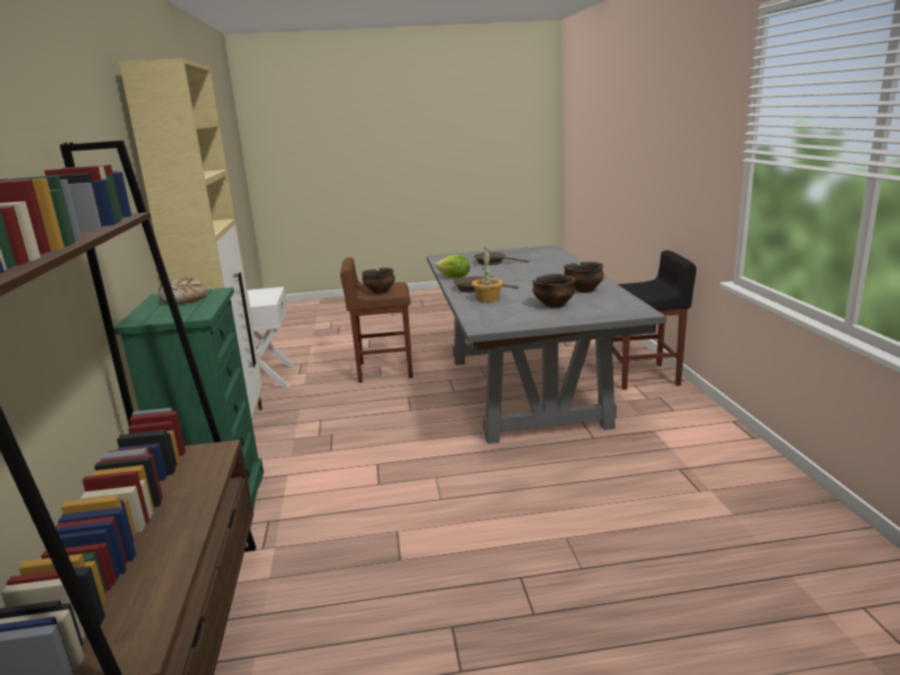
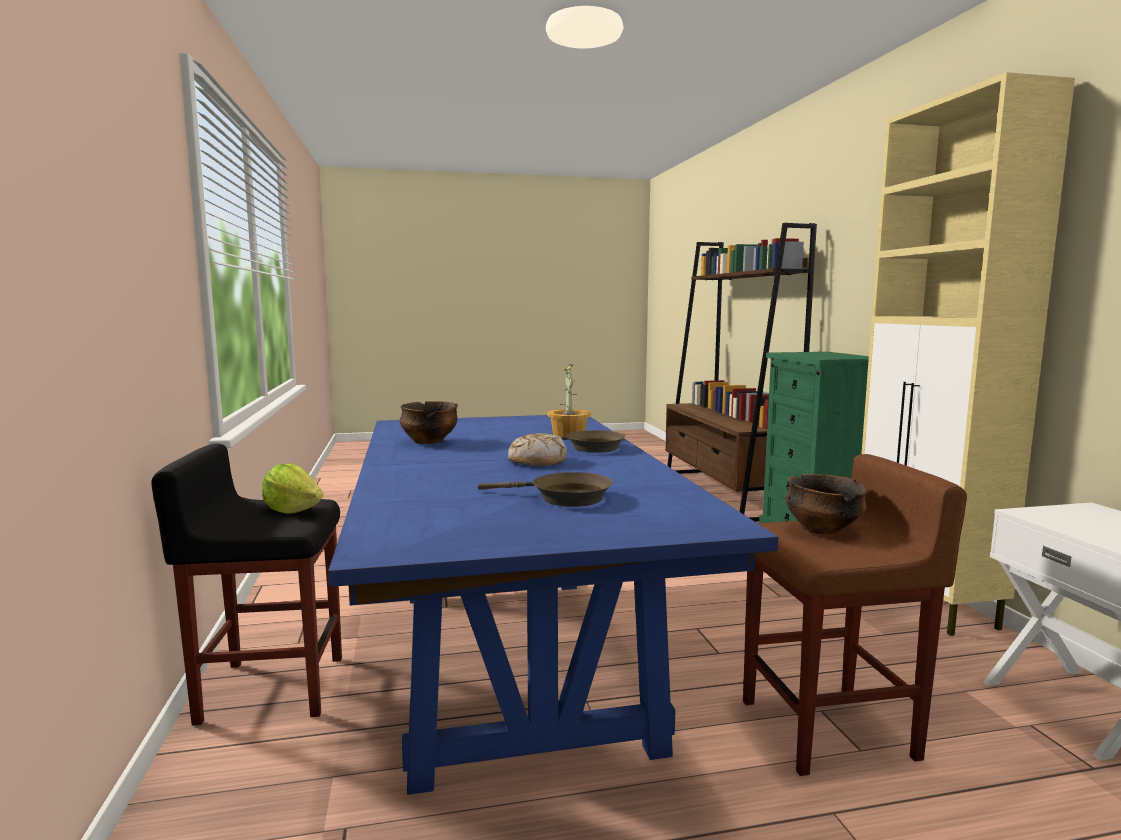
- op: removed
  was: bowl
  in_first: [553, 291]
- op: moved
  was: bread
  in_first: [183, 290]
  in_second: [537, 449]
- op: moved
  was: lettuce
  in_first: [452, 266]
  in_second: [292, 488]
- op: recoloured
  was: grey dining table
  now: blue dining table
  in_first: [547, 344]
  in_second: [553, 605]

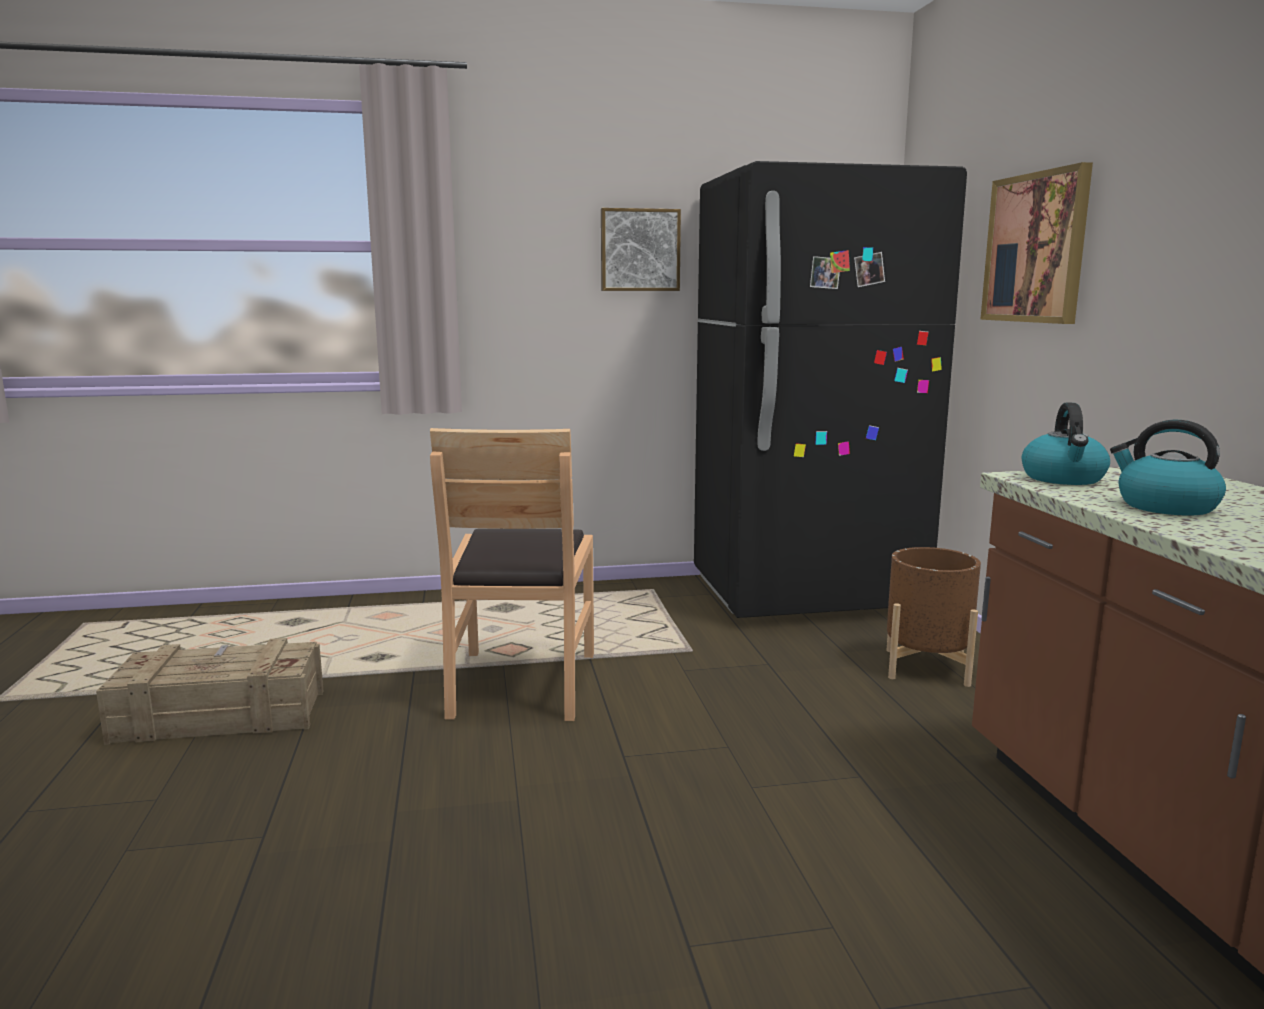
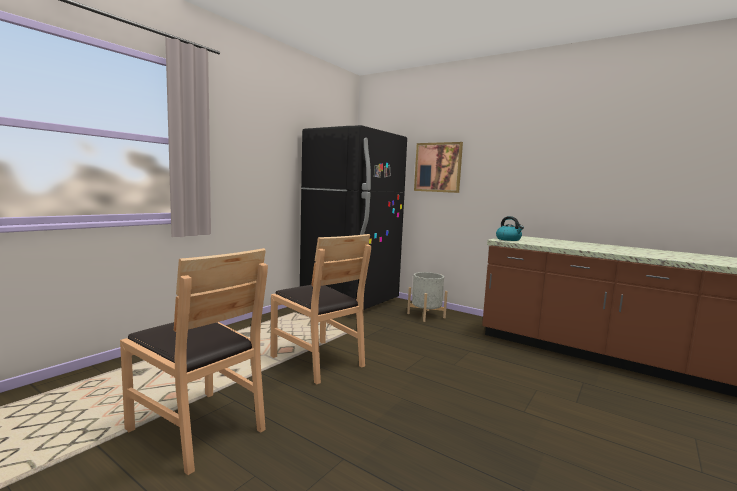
- op: removed
  was: picture
  in_first: [641, 249]
- op: removed
  was: kettle
  in_first: [1168, 468]
- op: replaced
  was: crate
  now: brown chair
  in_first: [209, 691]
  in_second: [194, 361]
- op: recoloured
  was: brown planter
  now: grey planter
  in_first: [933, 617]
  in_second: [427, 297]

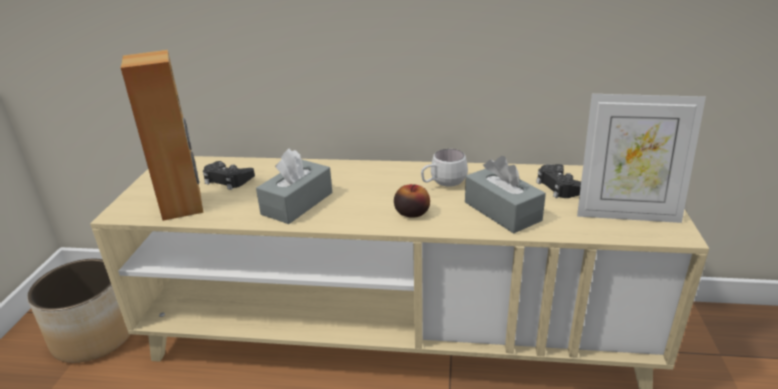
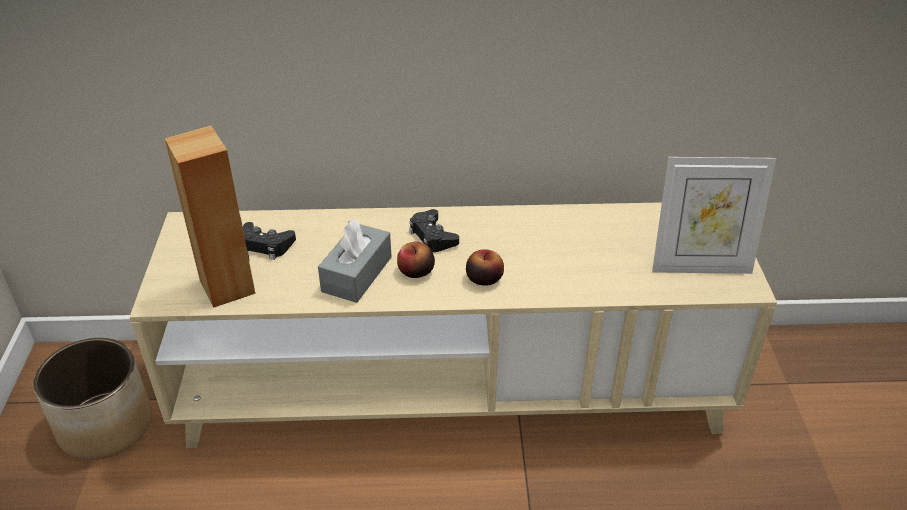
- op: removed
  was: white mug
  in_first: [444, 168]
- op: removed
  was: grey tissue box
  in_first: [505, 194]
- op: added
  now: apple
  in_second: [416, 260]
- op: moved
  was: black game controller
  in_first: [558, 181]
  in_second: [434, 230]

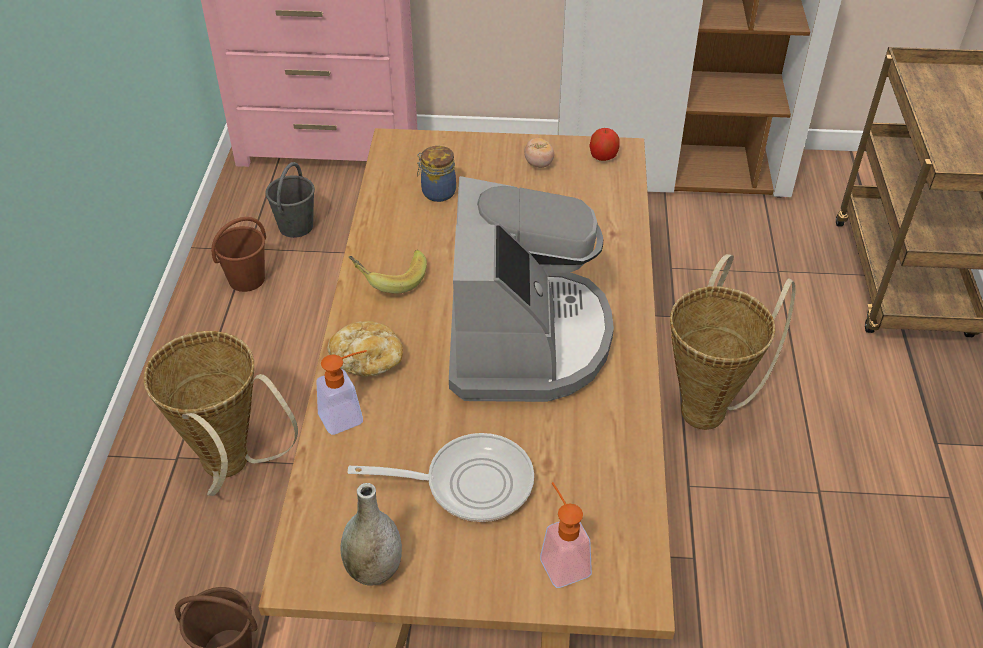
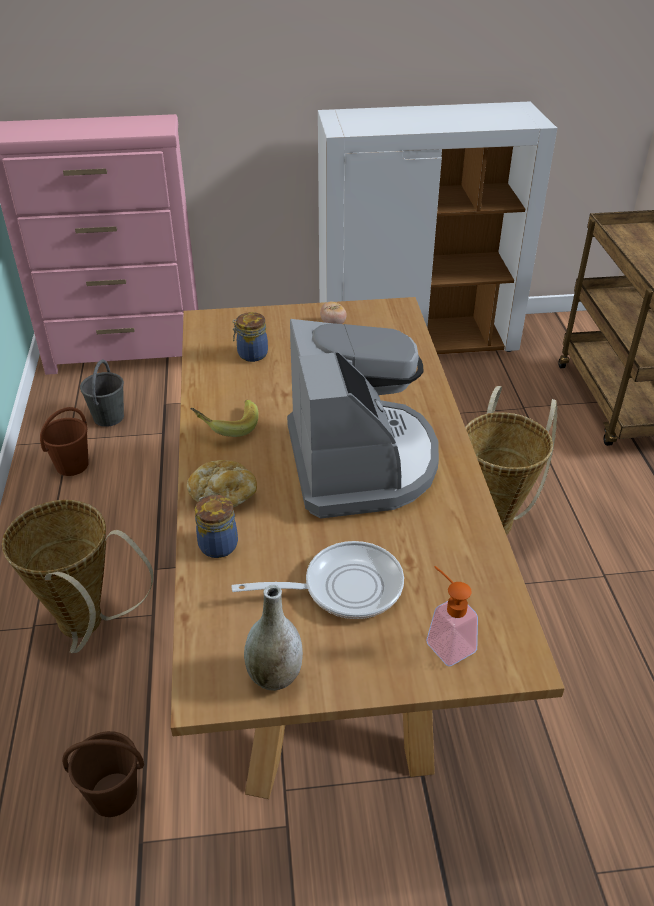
- op: removed
  was: apple
  in_first: [604, 144]
- op: replaced
  was: soap dispenser
  now: jar
  in_first: [342, 392]
  in_second: [216, 526]

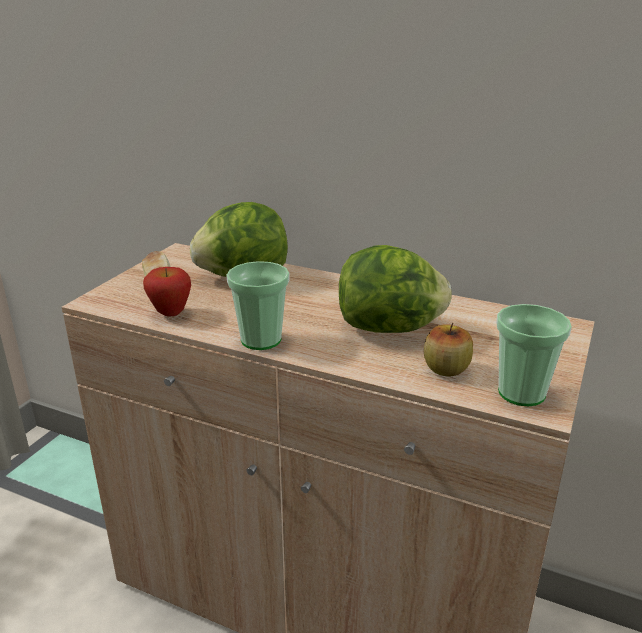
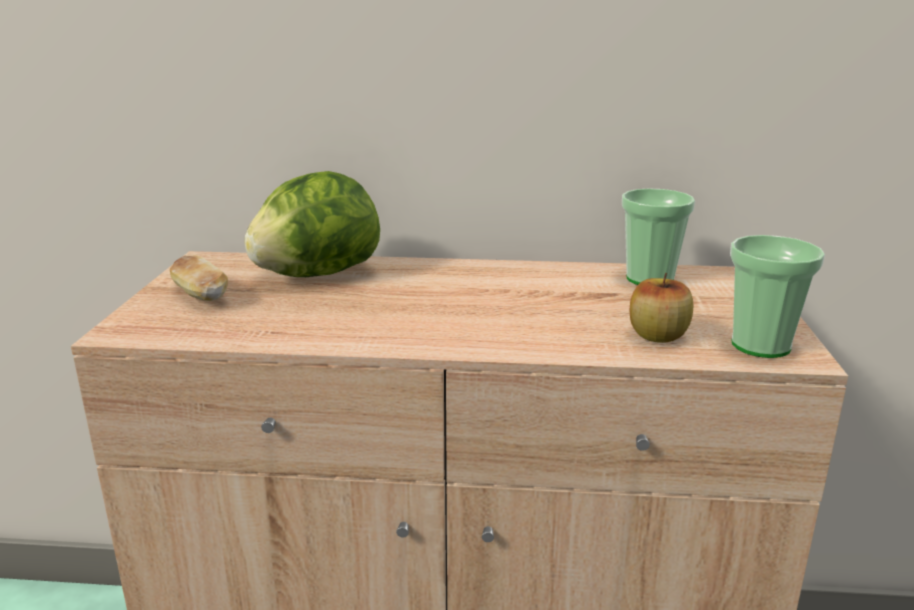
- op: removed
  was: apple
  in_first: [167, 292]
- op: removed
  was: lettuce
  in_first: [395, 289]
- op: moved
  was: cup
  in_first: [257, 305]
  in_second: [658, 237]

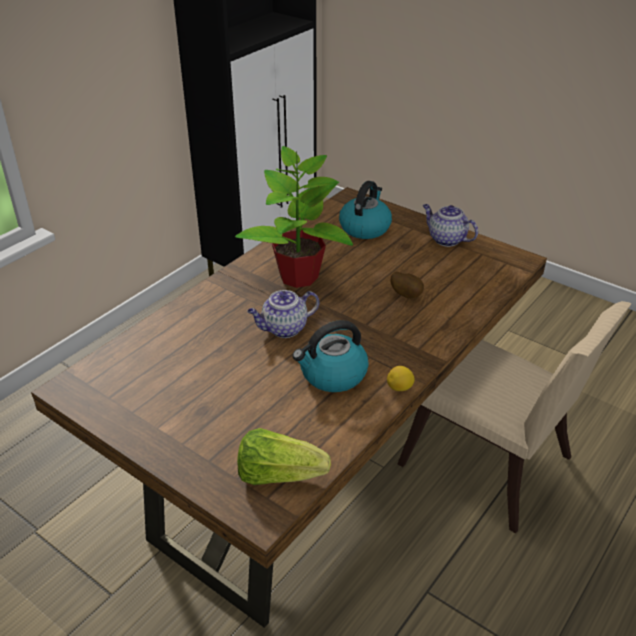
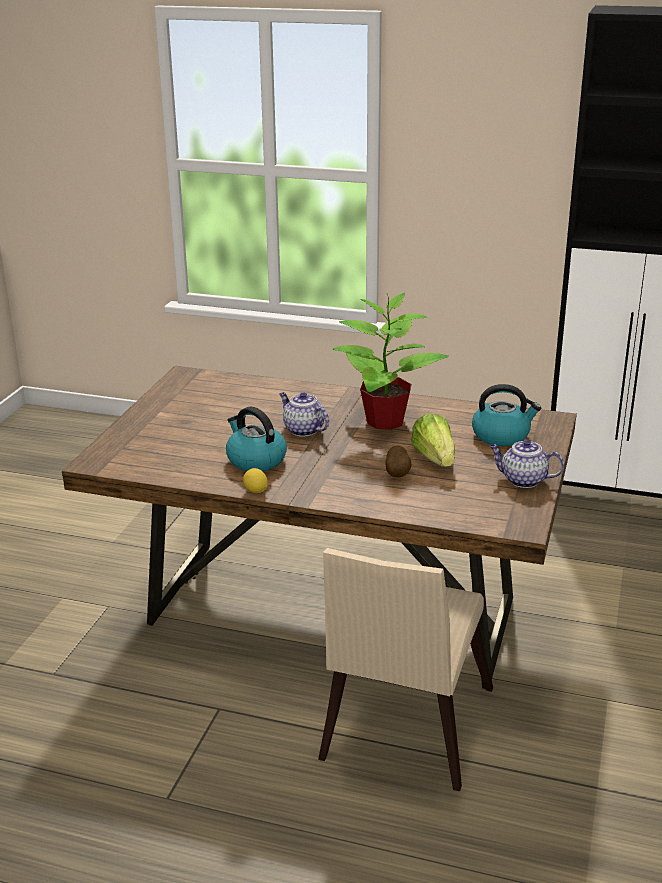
- op: moved
  was: lettuce
  in_first: [284, 456]
  in_second: [433, 440]
- op: turned
  was: teapot
  in_first: [450, 225]
  in_second: [526, 464]
  clockwise: -90

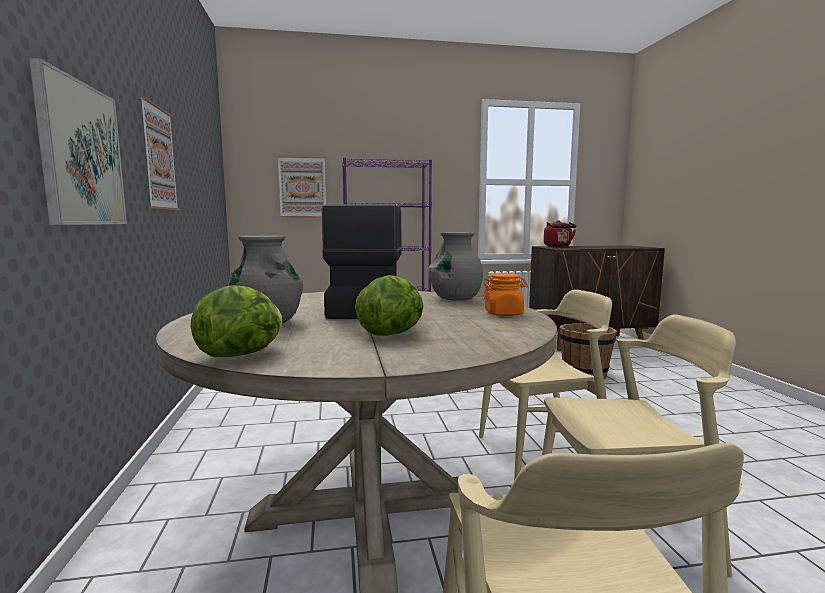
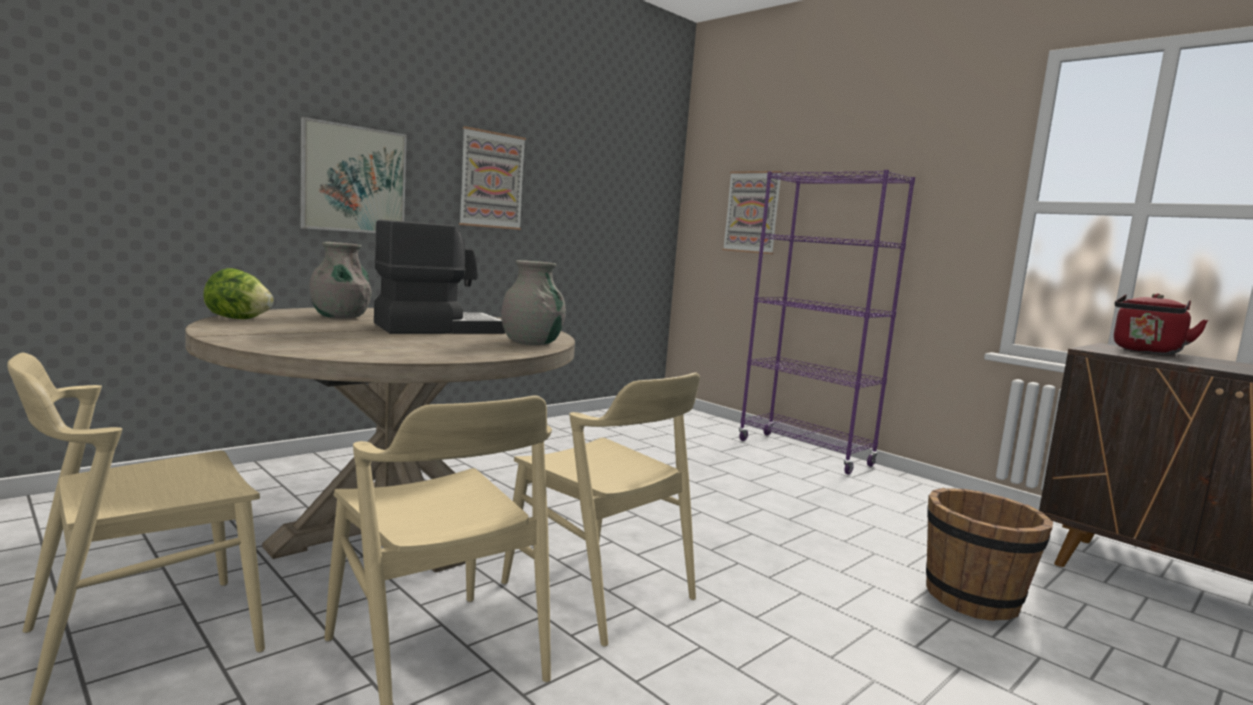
- op: removed
  was: lettuce
  in_first: [389, 305]
- op: removed
  was: orange jar
  in_first: [505, 294]

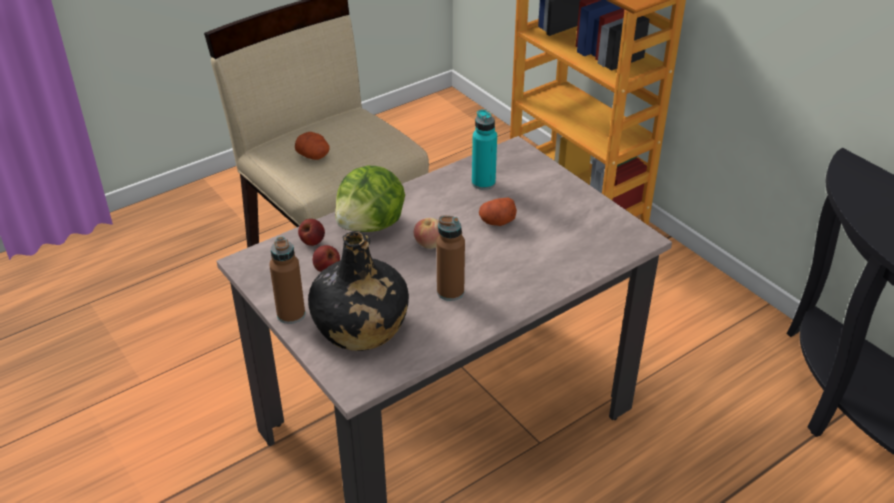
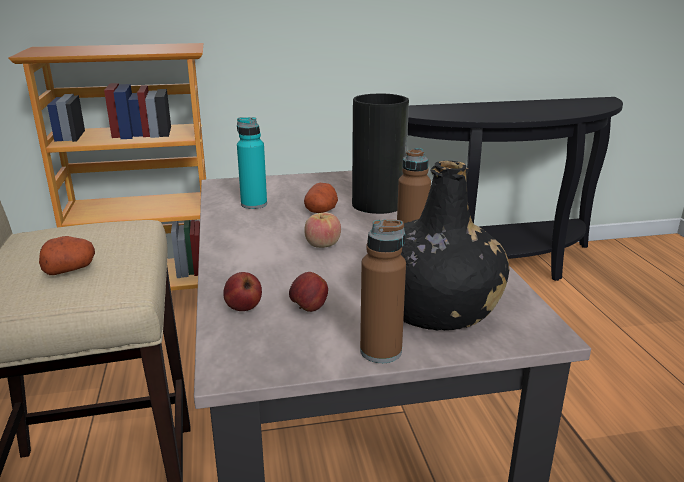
- op: removed
  was: lettuce
  in_first: [370, 199]
- op: added
  now: vase
  in_second: [380, 154]

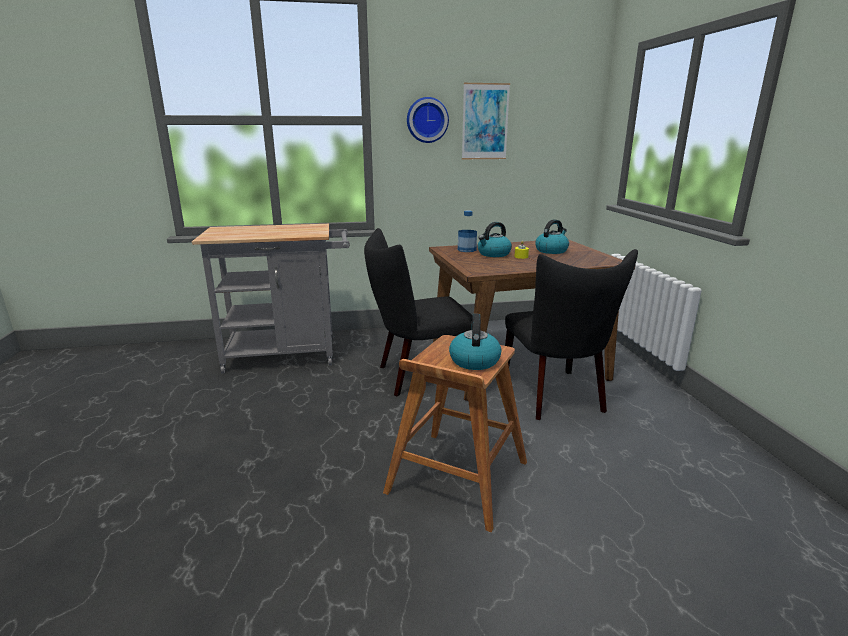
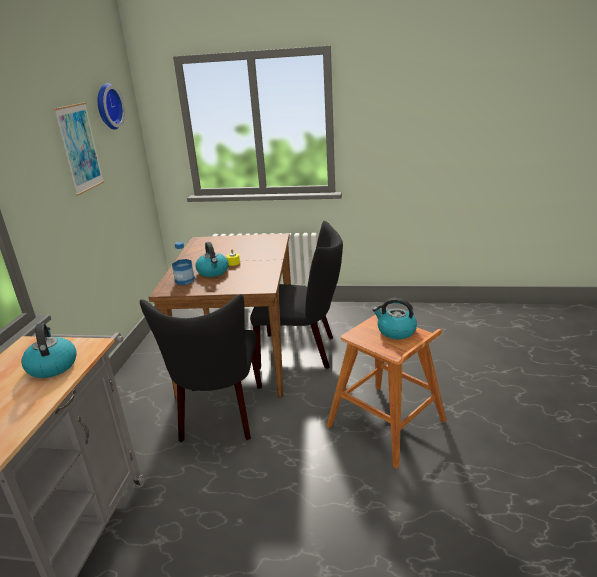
- op: moved
  was: wall clock
  in_first: [428, 120]
  in_second: [111, 106]
- op: moved
  was: kettle
  in_first: [552, 236]
  in_second: [49, 350]

